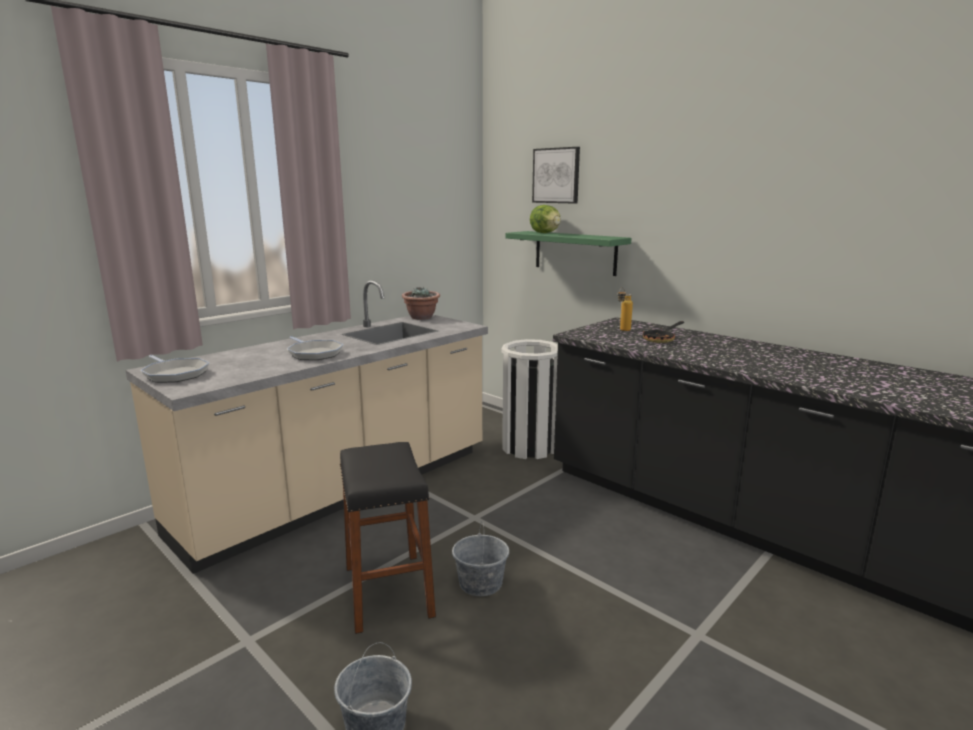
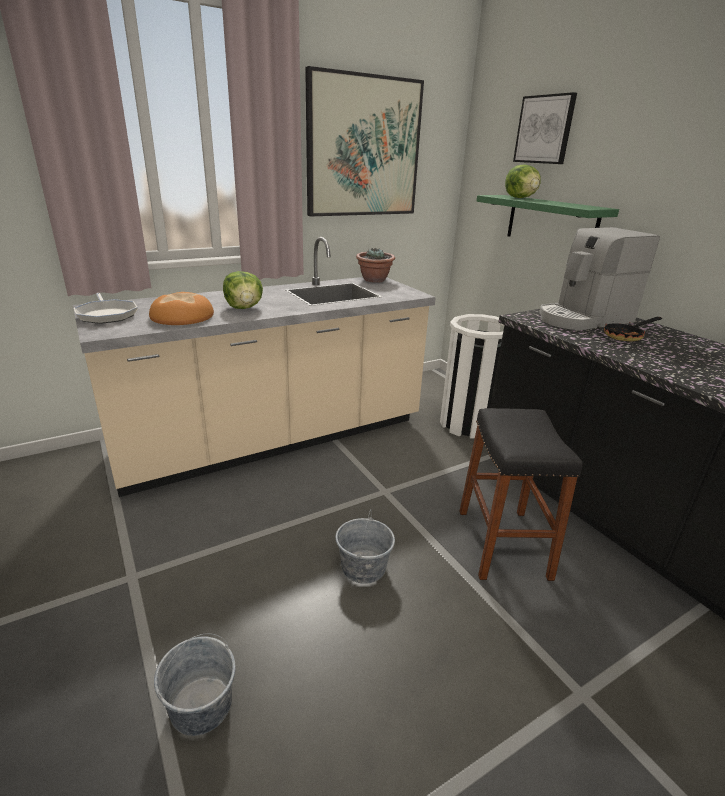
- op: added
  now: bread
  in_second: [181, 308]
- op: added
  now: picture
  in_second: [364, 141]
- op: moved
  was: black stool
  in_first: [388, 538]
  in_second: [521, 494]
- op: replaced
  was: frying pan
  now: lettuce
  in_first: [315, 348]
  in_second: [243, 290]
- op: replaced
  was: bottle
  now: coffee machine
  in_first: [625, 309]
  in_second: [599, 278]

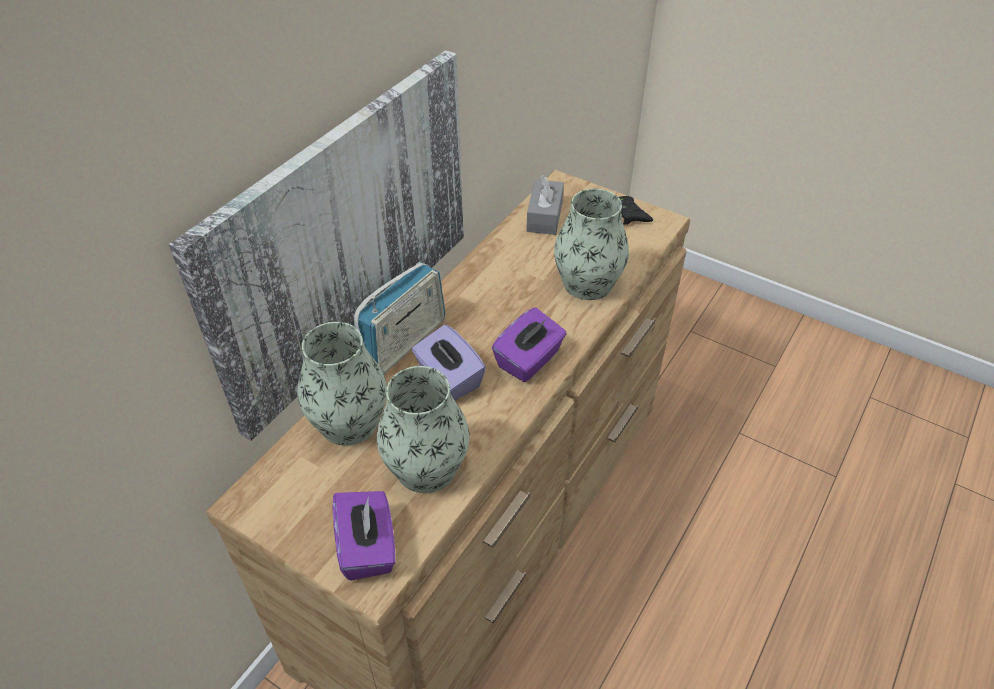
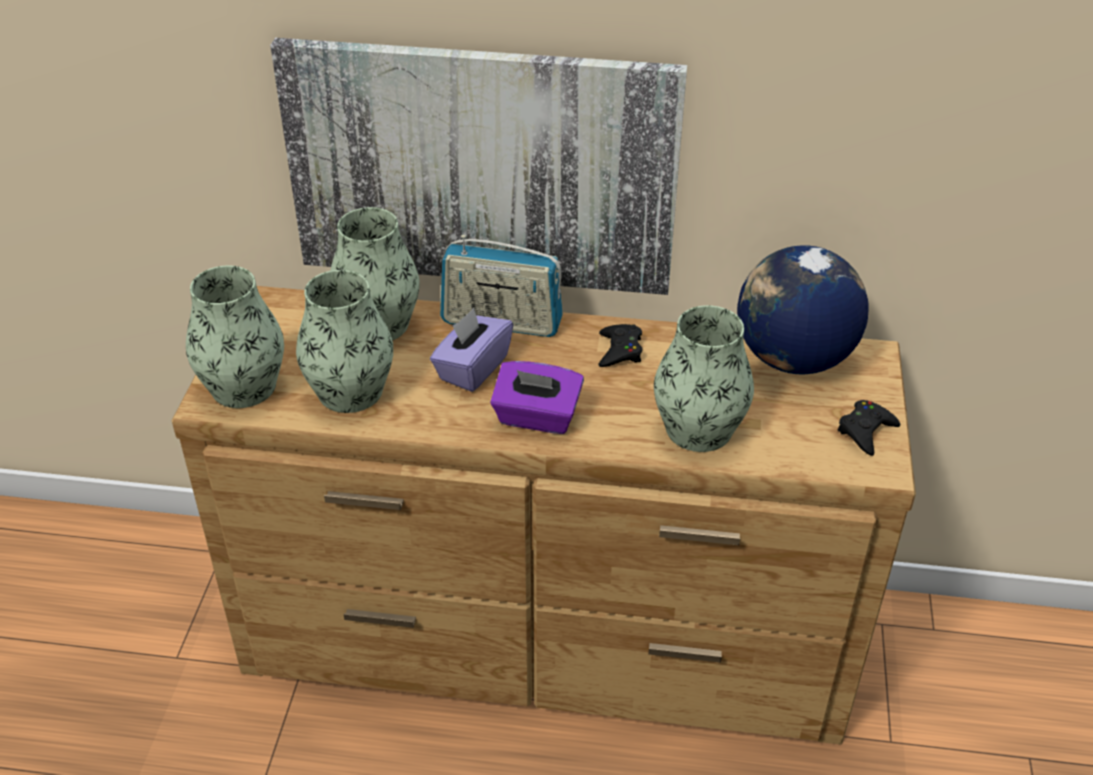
- op: added
  now: black game controller
  in_second: [620, 345]
- op: replaced
  was: purple tissue box
  now: vase
  in_first: [363, 536]
  in_second: [235, 336]
- op: replaced
  was: grey tissue box
  now: globe
  in_first: [545, 205]
  in_second: [803, 309]

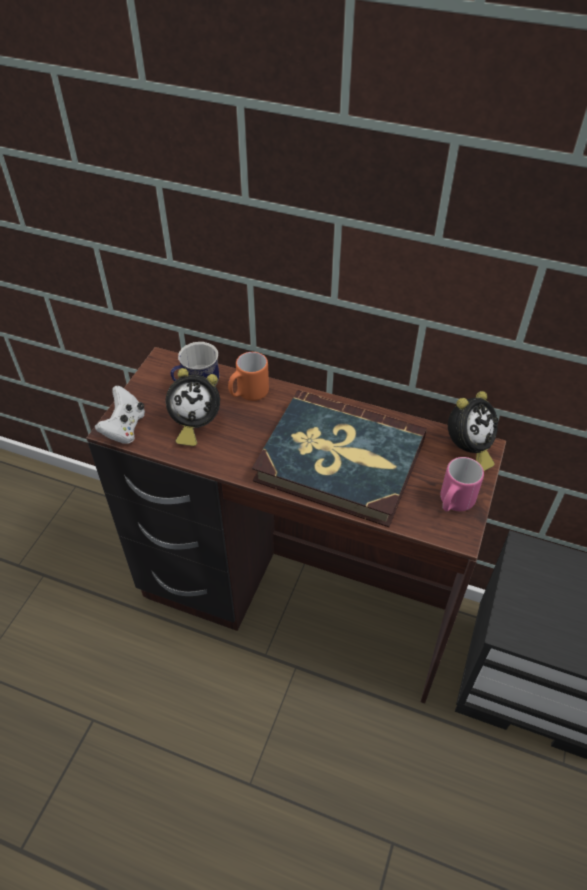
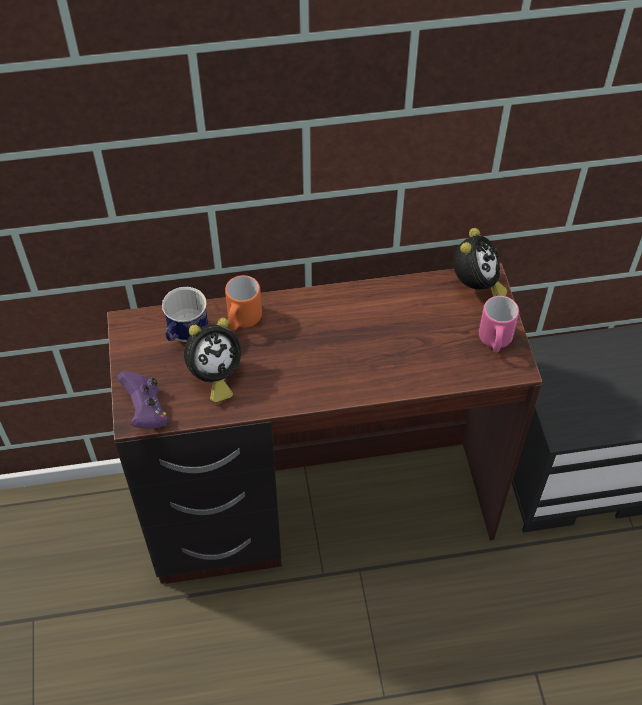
- op: removed
  was: book
  in_first: [339, 458]
- op: recoloured
  was: white game controller
  now: purple game controller
  in_first: [120, 415]
  in_second: [142, 400]

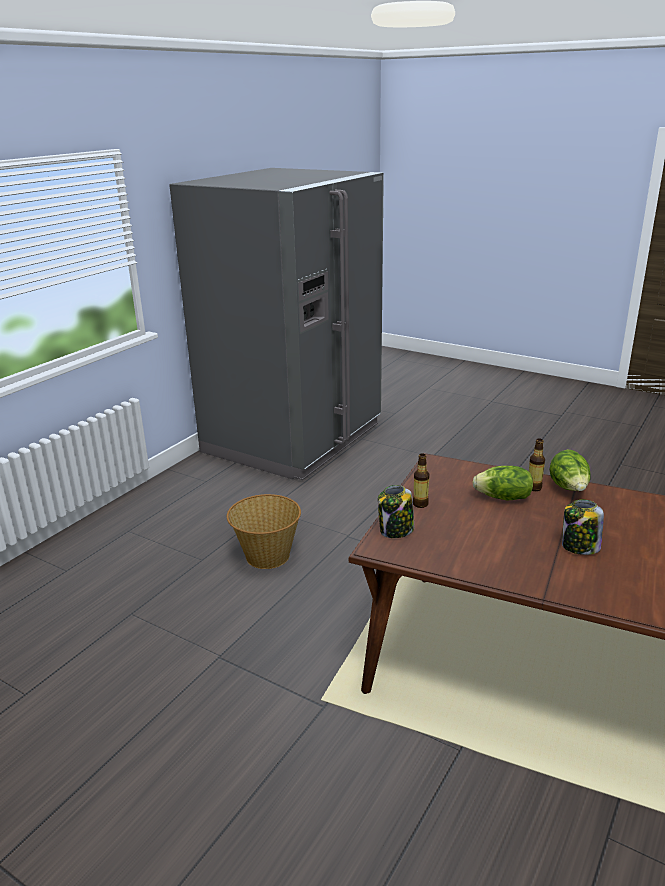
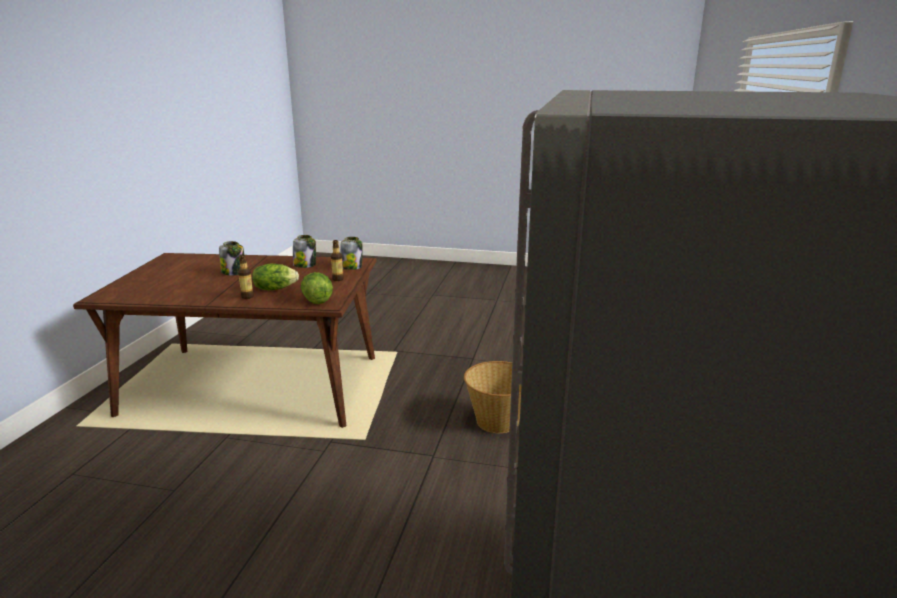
- op: added
  now: jar
  in_second: [304, 251]
- op: moved
  was: lettuce
  in_first: [570, 470]
  in_second: [317, 288]

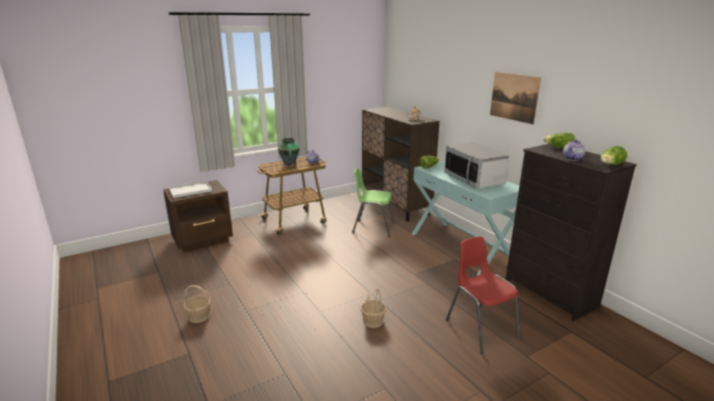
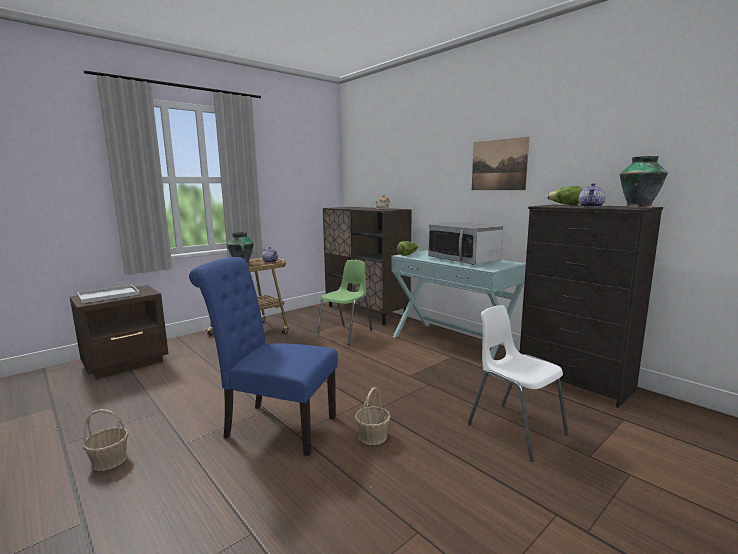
- op: added
  now: blue chair
  in_second: [263, 356]
- op: replaced
  was: lettuce
  now: vase
  in_first: [614, 155]
  in_second: [644, 182]
- op: recoloured
  was: red chair
  now: white chair
  in_first: [483, 295]
  in_second: [518, 383]
- op: turned
  was: green chair
  in_first: [373, 202]
  in_second: [344, 302]
  clockwise: 120

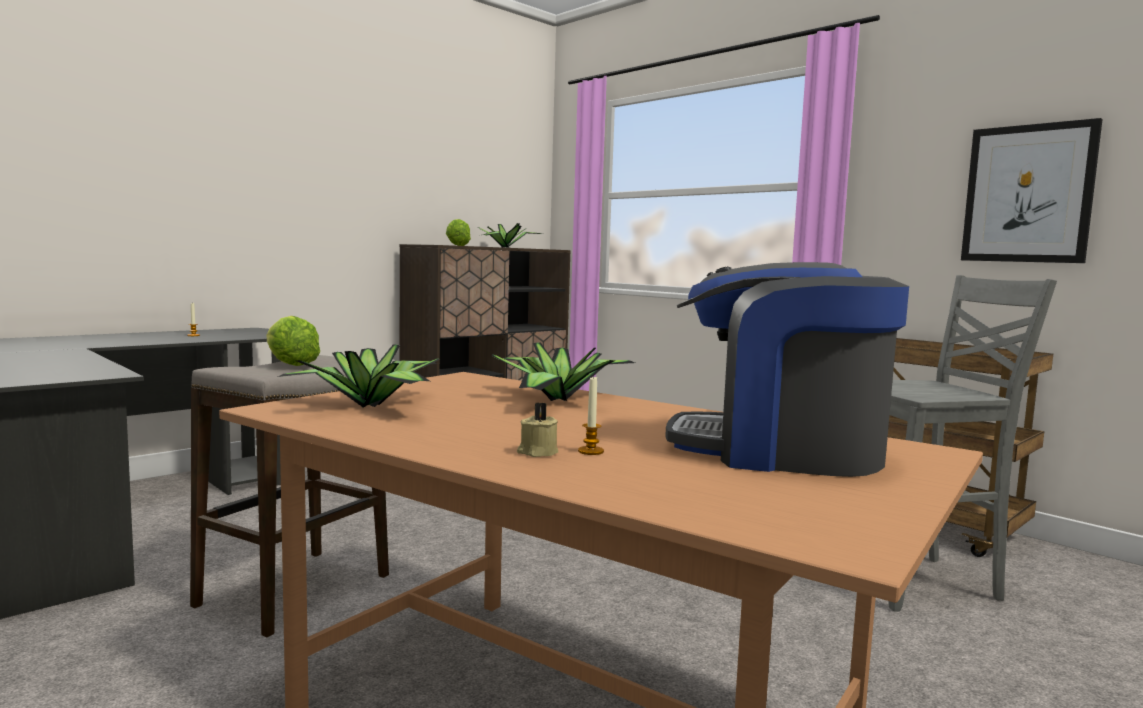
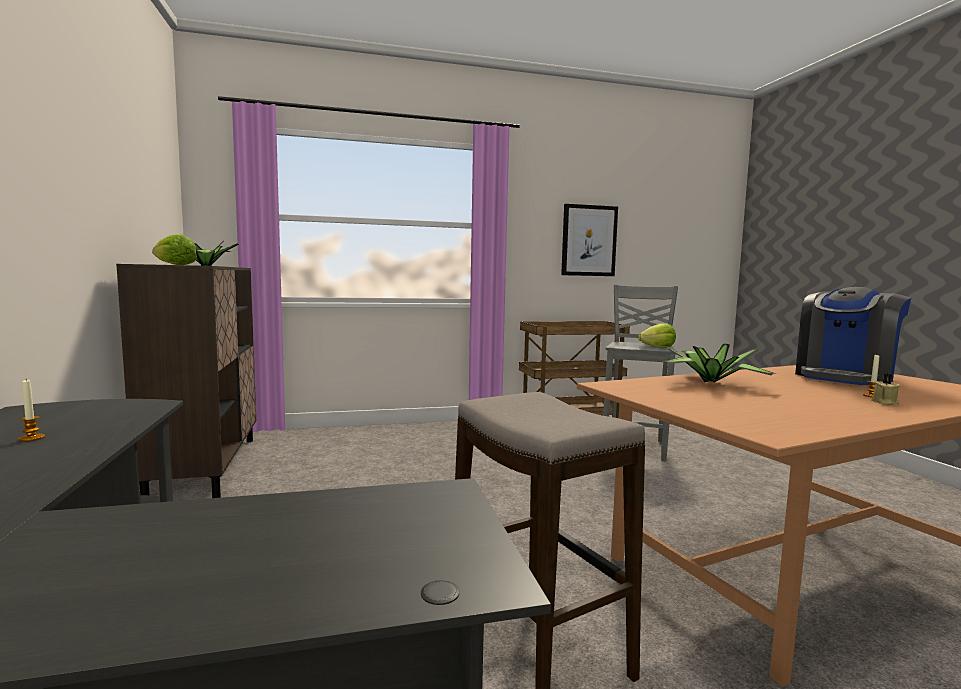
- op: removed
  was: potted plant
  in_first: [358, 376]
- op: moved
  was: lettuce
  in_first: [293, 341]
  in_second: [657, 335]

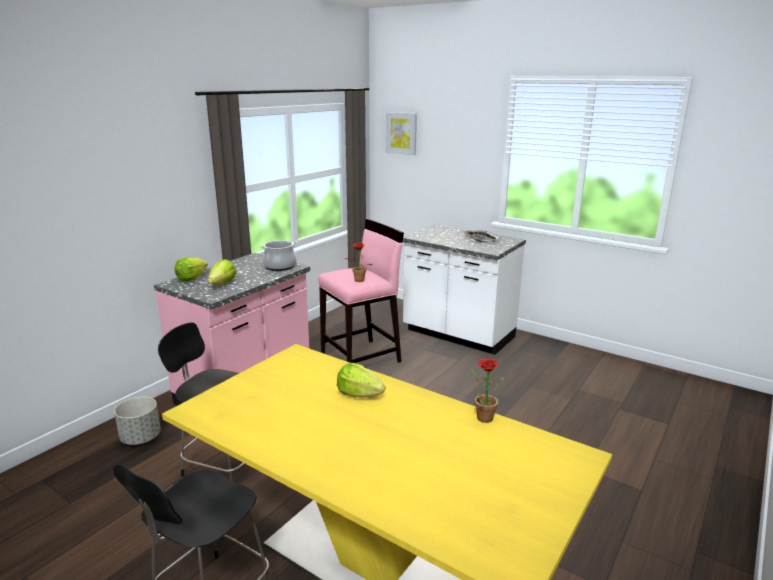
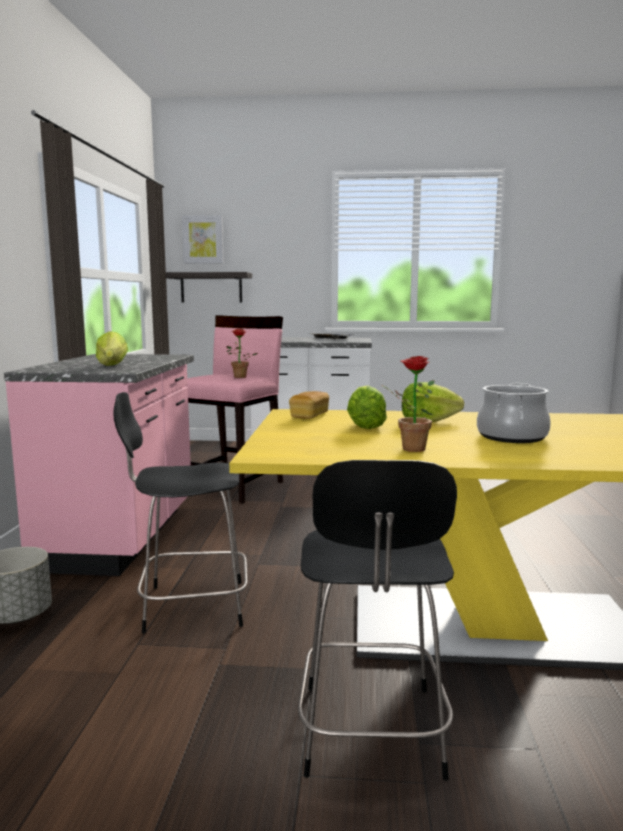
- op: added
  now: shelf
  in_second: [209, 287]
- op: added
  now: bread
  in_second: [309, 405]
- op: moved
  was: lettuce
  in_first: [191, 269]
  in_second: [367, 407]
- op: moved
  was: cooking pot
  in_first: [278, 255]
  in_second: [514, 413]
- op: moved
  was: potted plant
  in_first: [487, 390]
  in_second: [407, 404]

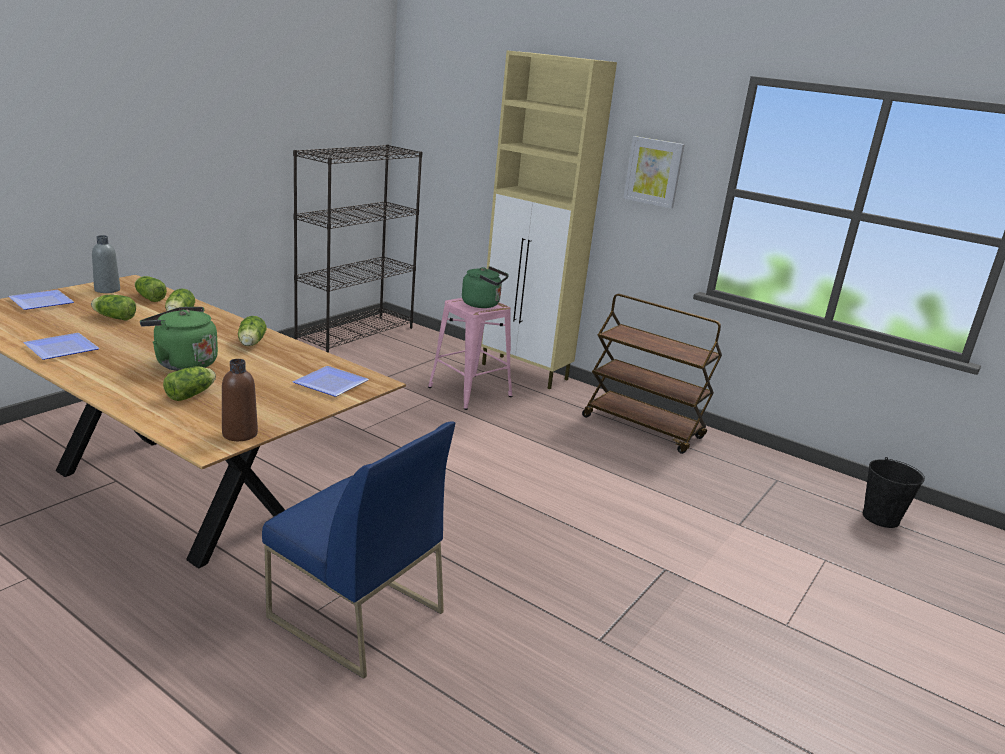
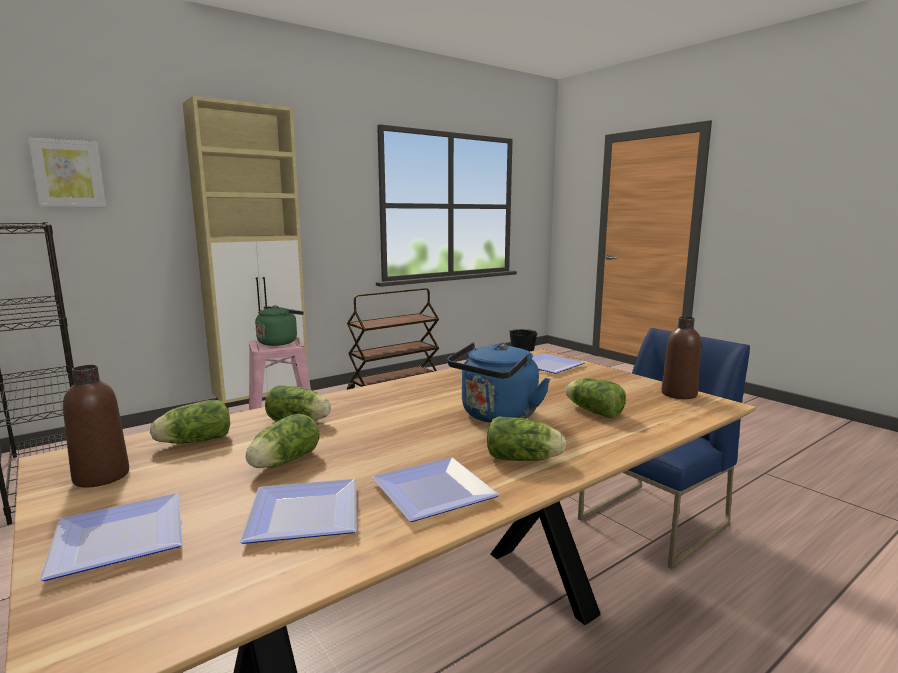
- op: added
  now: plate
  in_second: [298, 511]
- op: moved
  was: lettuce
  in_first: [252, 331]
  in_second: [526, 438]
- op: moved
  was: picture
  in_first: [654, 172]
  in_second: [67, 172]
- op: recoloured
  was: grey bottle
  now: brown bottle
  in_first: [106, 264]
  in_second: [96, 426]
- op: recoloured
  was: green kettle
  now: blue kettle
  in_first: [179, 339]
  in_second: [499, 382]

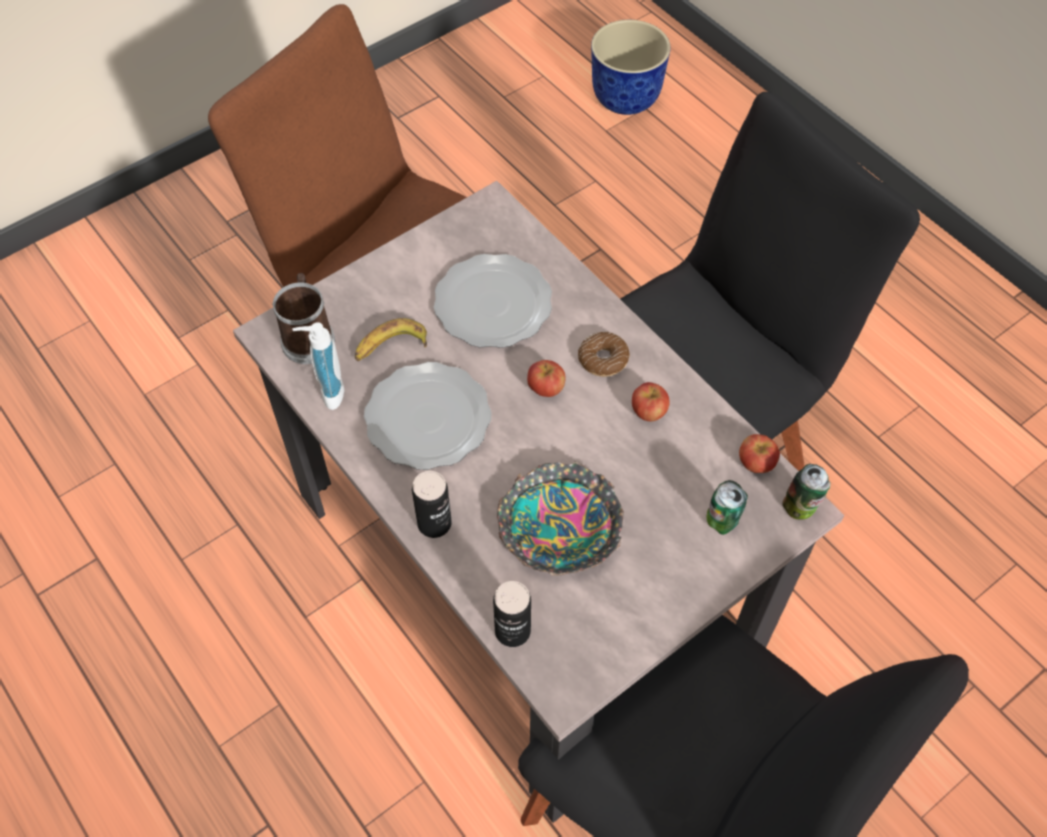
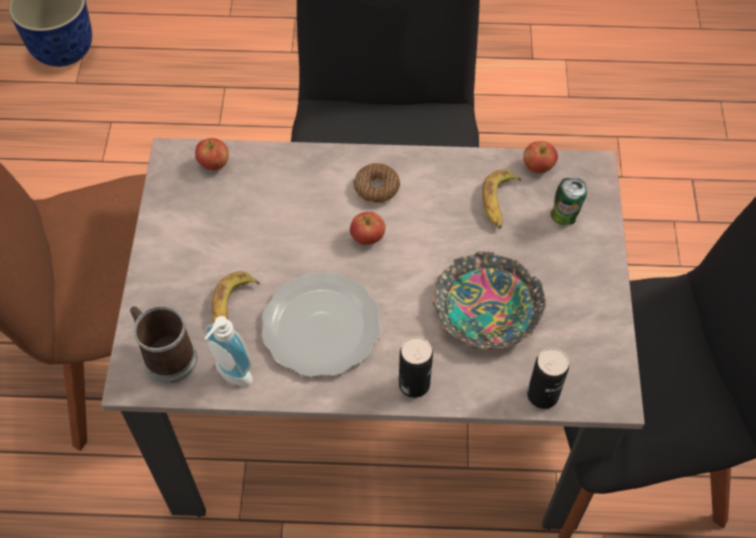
- op: removed
  was: plate
  in_first: [493, 301]
- op: removed
  was: can
  in_first: [806, 492]
- op: added
  now: banana
  in_second: [502, 199]
- op: moved
  was: apple
  in_first: [651, 401]
  in_second: [212, 154]

